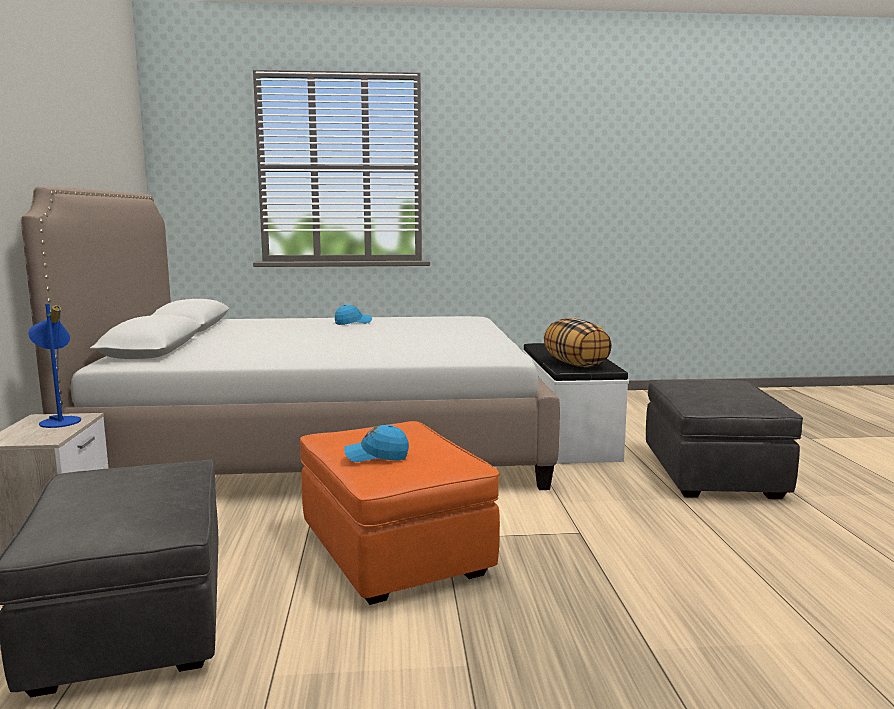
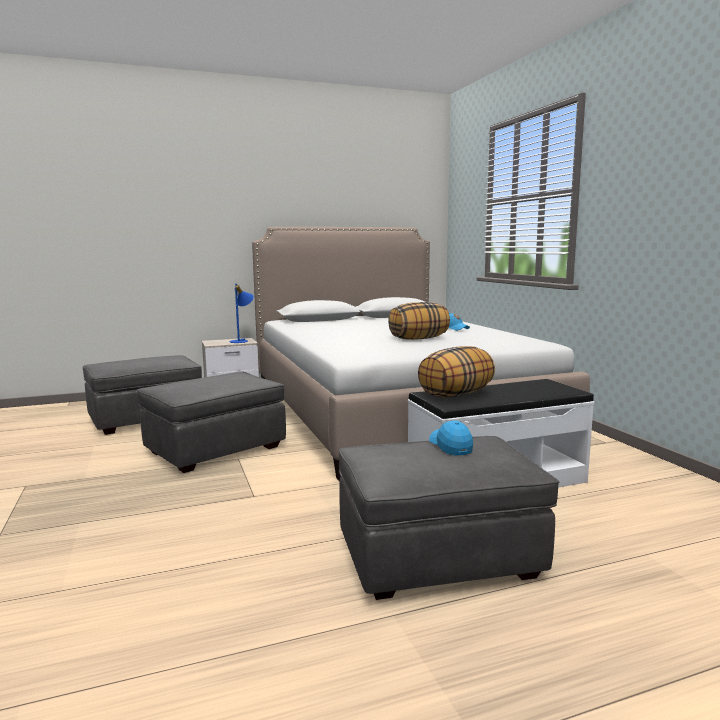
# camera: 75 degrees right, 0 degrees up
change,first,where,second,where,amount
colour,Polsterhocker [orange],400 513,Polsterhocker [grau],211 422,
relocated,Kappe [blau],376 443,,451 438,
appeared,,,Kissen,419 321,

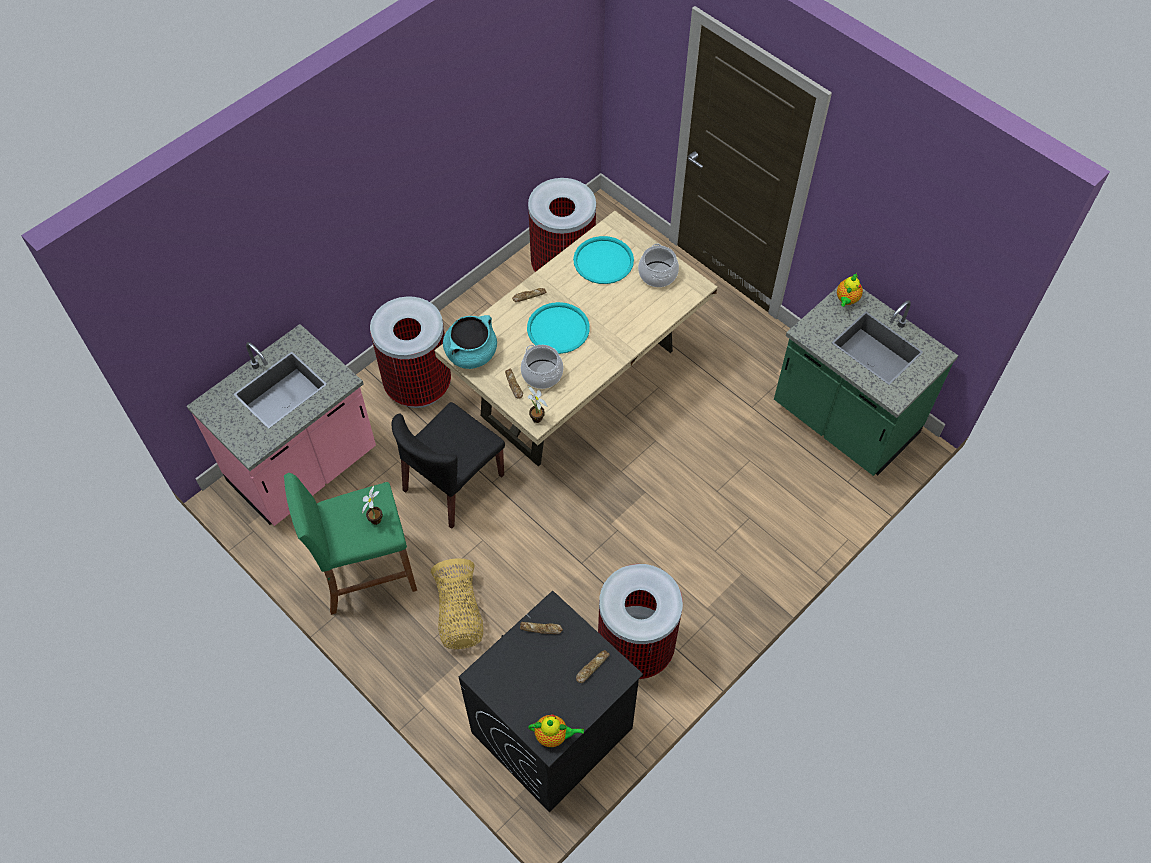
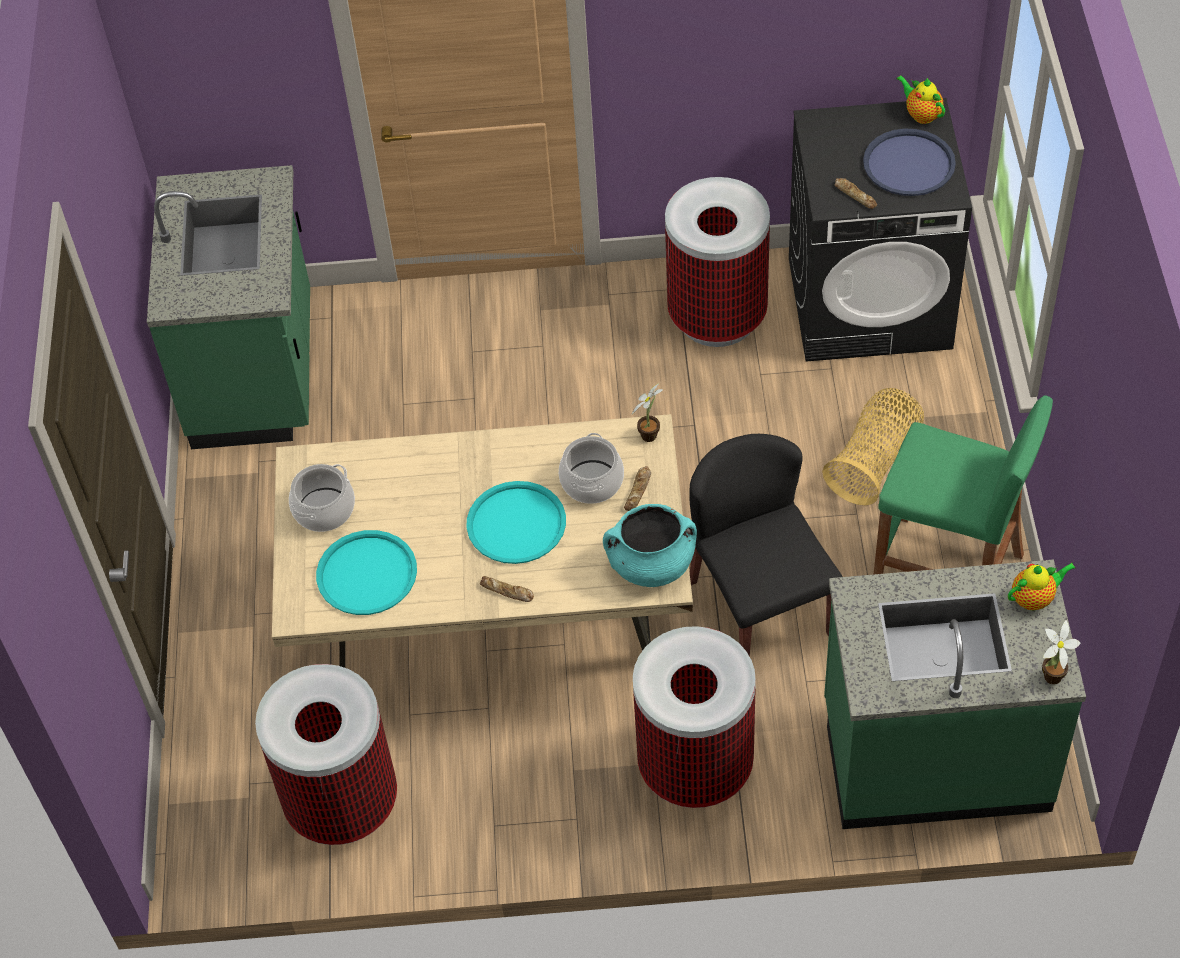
# camera: 135 degrees left, 5 degrees down
change,first,where,second,where,amount
colour,Küchenzeile [rosa],281 425,Küchenzeile [grün],955 694,
relocated,Topfpflanze,372 505,,1061 652,
spun,Stuhl [schwarz],448 465,,766 545,105 degrees counterclockwise
missing,Brot,592 666,,,
relocated,Teekanne,850 290,,1042 586,
appeared,,,Tablett [blau],909 162,

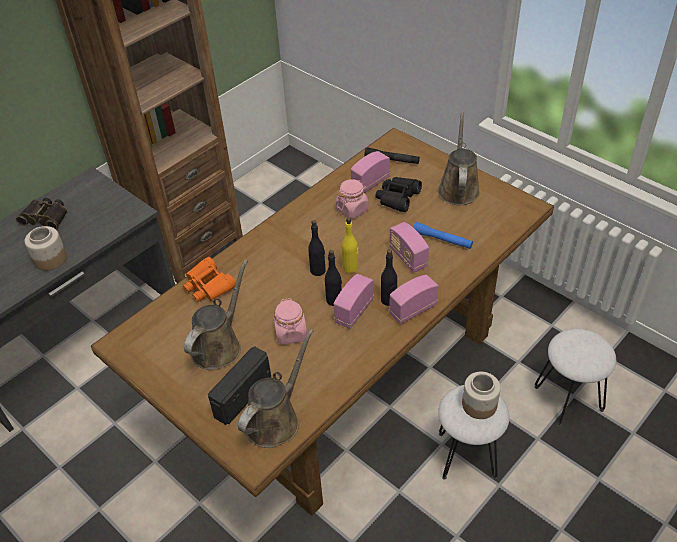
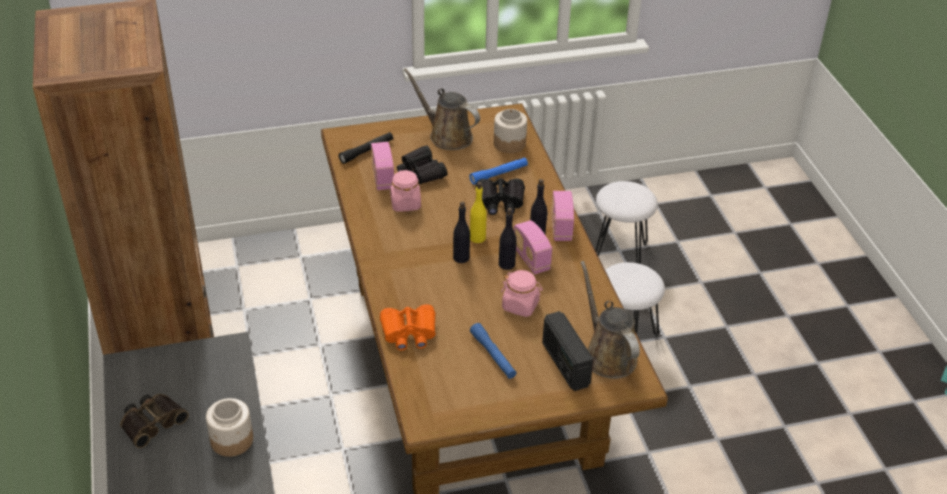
# camera: 60 degrees left, 5 degrees down
change,first,where,second,where,amount
exchanged,Gießkanne [braun],216 315,Taschenlampe [blau],493 351,
exchanged,Radio,409 247,Fernglas [schwarz],500 196,
relocated,Vorratsglas,481 395,,510 131,

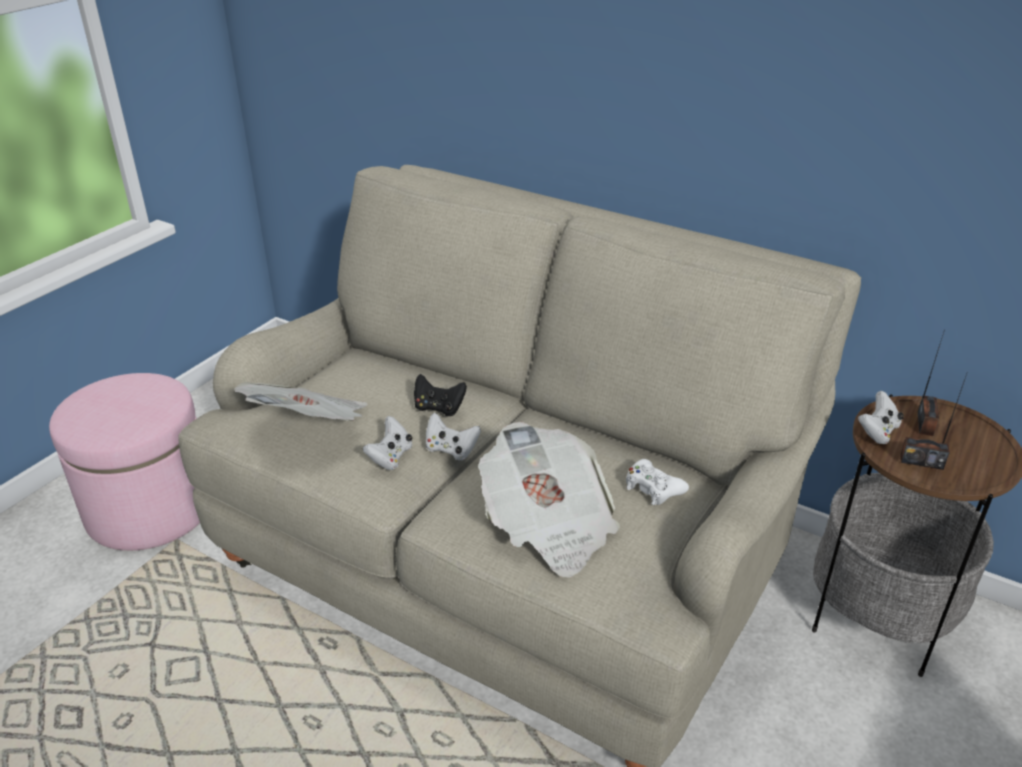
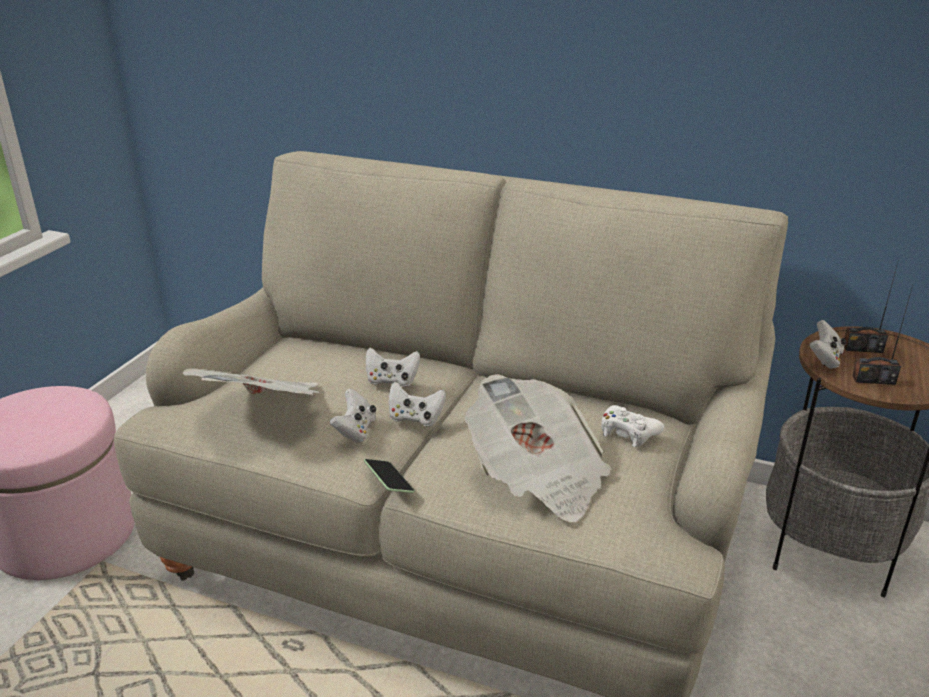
# camera: 10 degrees left, 5 degrees down
change,first,where,second,where,amount
colour,Gamepad [schwarz],440 395,Gamepad [weiß],393 367,
spun,Radio,931 382,,871 306,90 degrees clockwise
appeared,,,Handy,389 476,

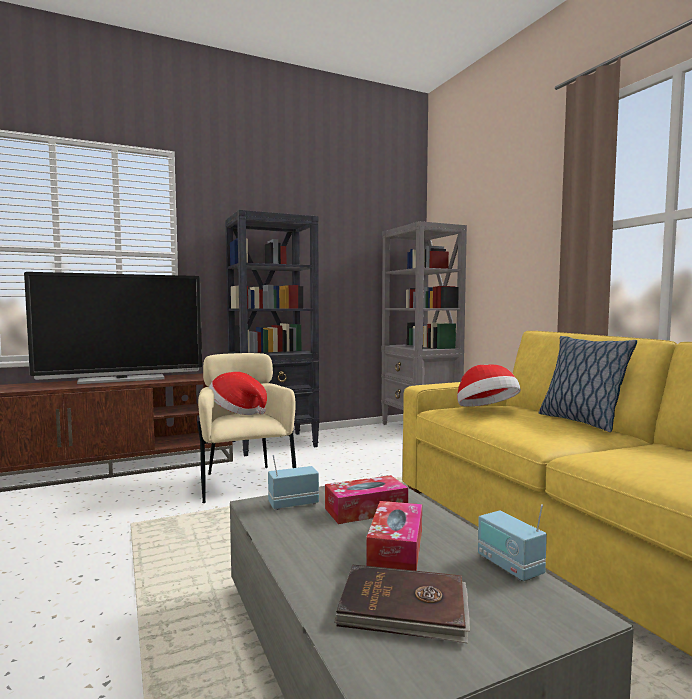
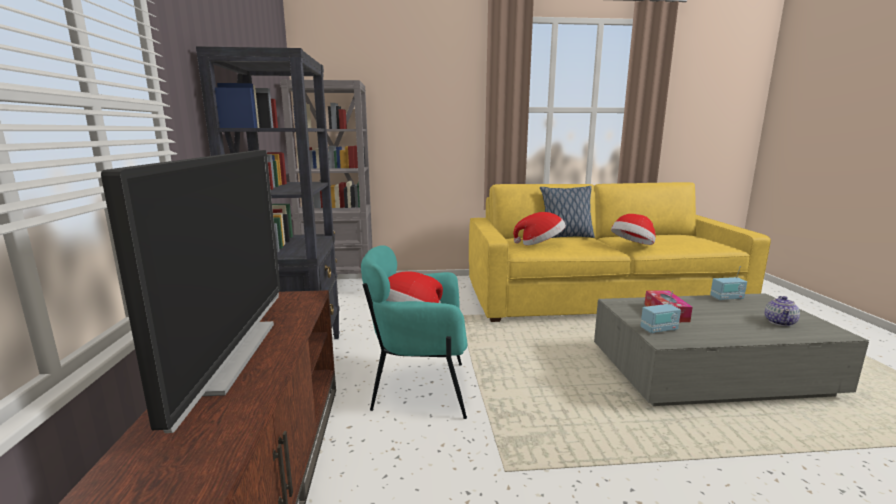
# camera: 70 degrees left, 10 degrees up
change,first,where,second,where,amount
colour,Sessel [beige],246 428,Sessel [türkis],414 332,
spun,Radio,293 482,,660 312,105 degrees counterclockwise
exchanged,Buch [braun],402 604,Teekanne,782 311,
missing,Taschentuchbox,394 536,,,
appeared,,,Hut,633 229,

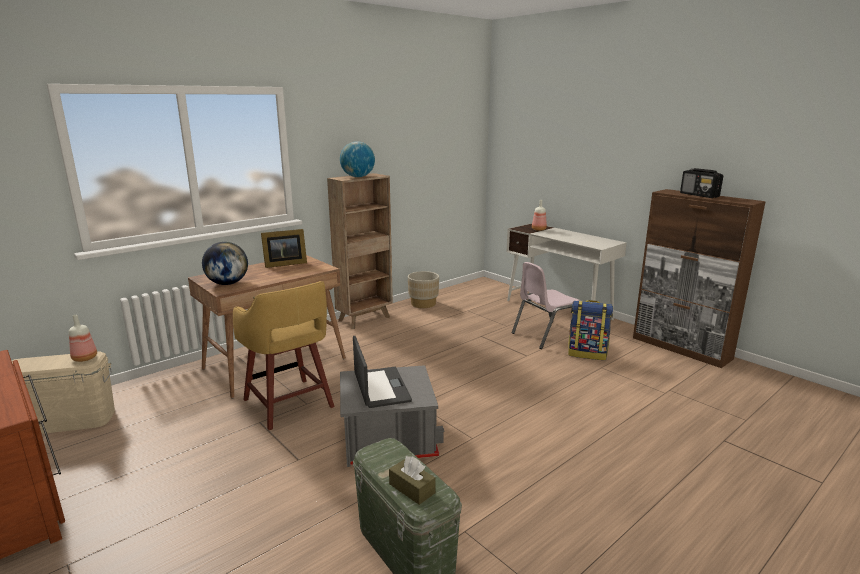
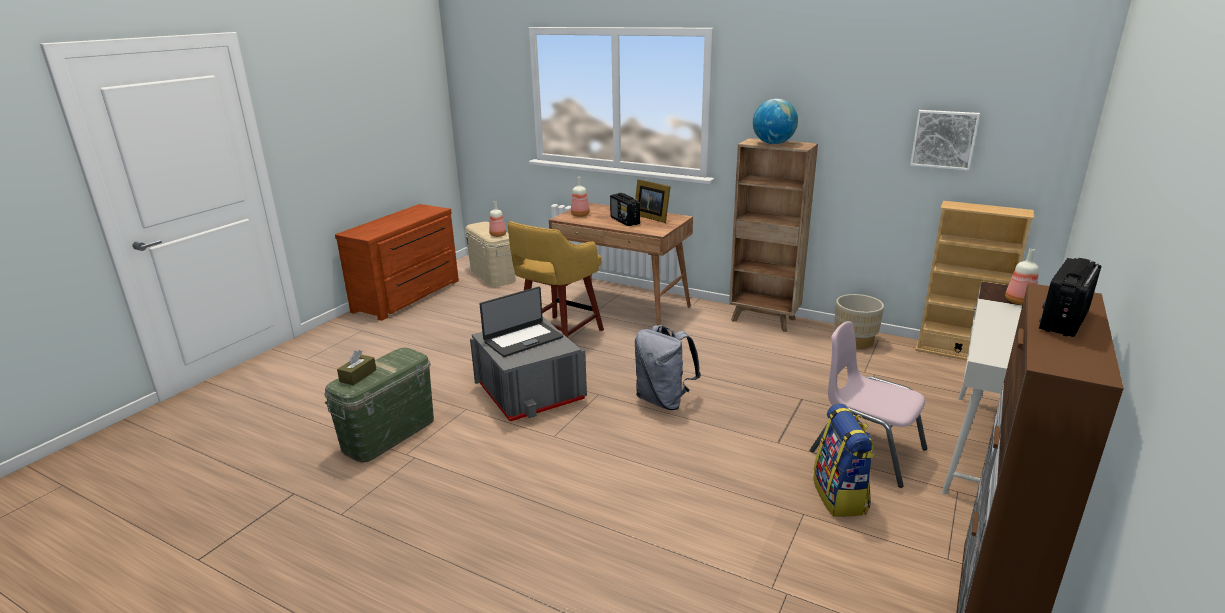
# camera: 70 degrees right, 5 degrees up
change,first,where,second,where,amount
exchanged,Globus,225 263,Flasche,580 197,
appeared,,,Radio,625 209,
appeared,,,Rucksack [grau],668 367,
appeared,,,Bild,945 140,
appeared,,,Bücherregal [beige],974 281,

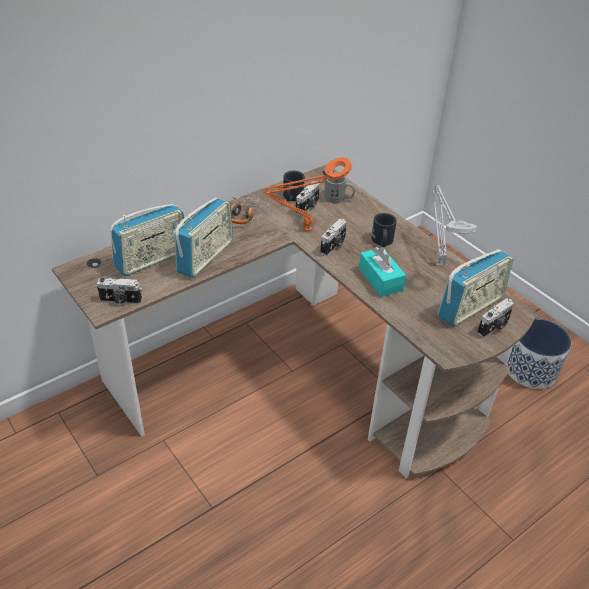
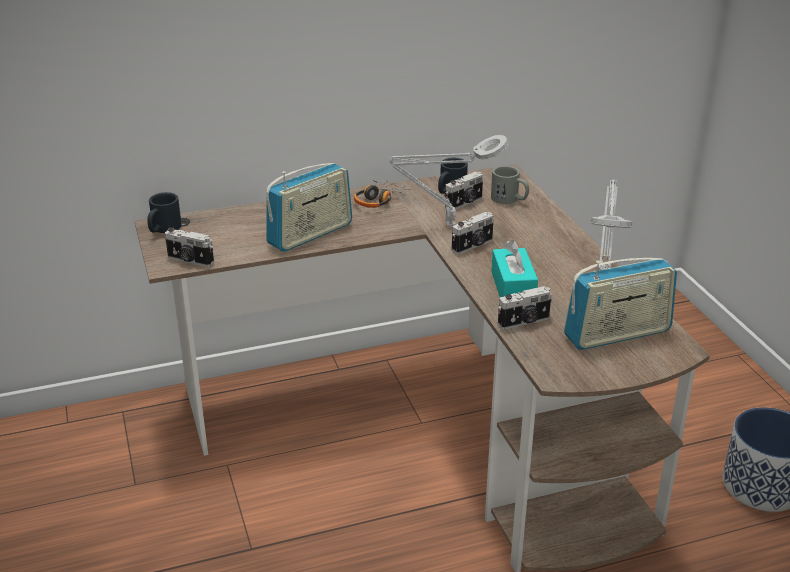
# camera: 20 degrees right, 10 degrees down
change,first,where,second,where,amount
missing,Radio,147 240,,,
colour,Tischlampe [orange],308 194,Tischlampe [grau],448 181,
relocated,Henkelbecher [schwarz],384 230,,164 212,
relocated,Kamera,495 318,,525 307,

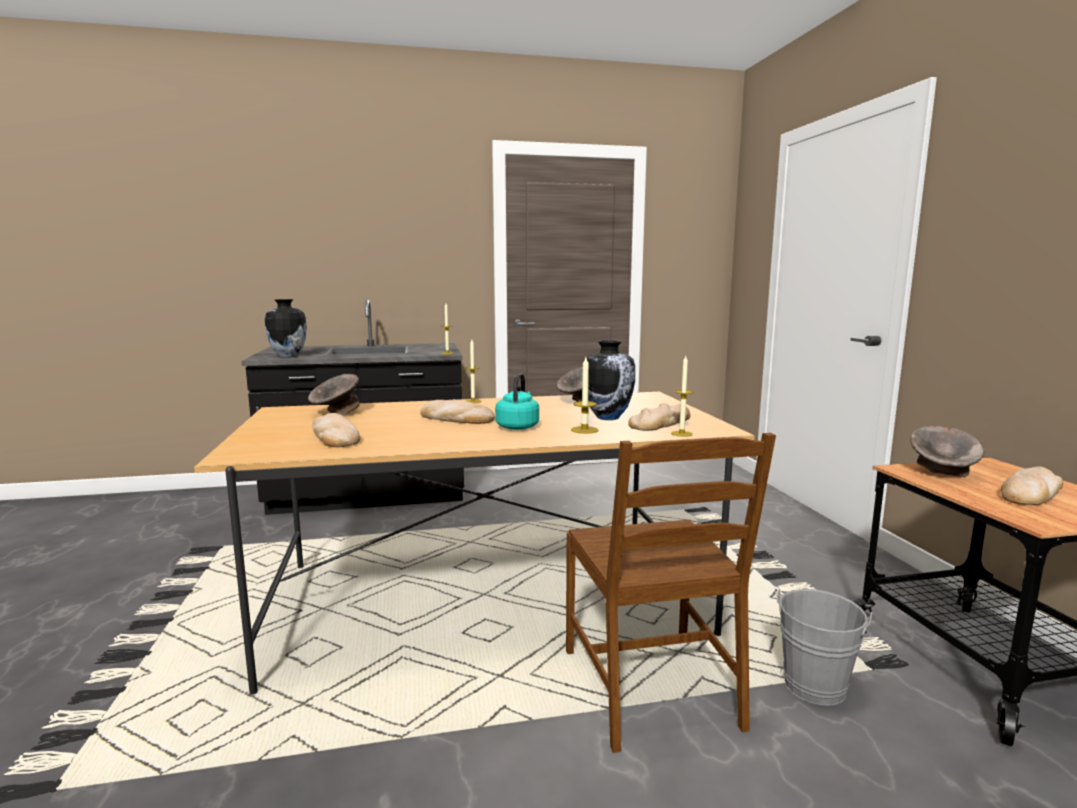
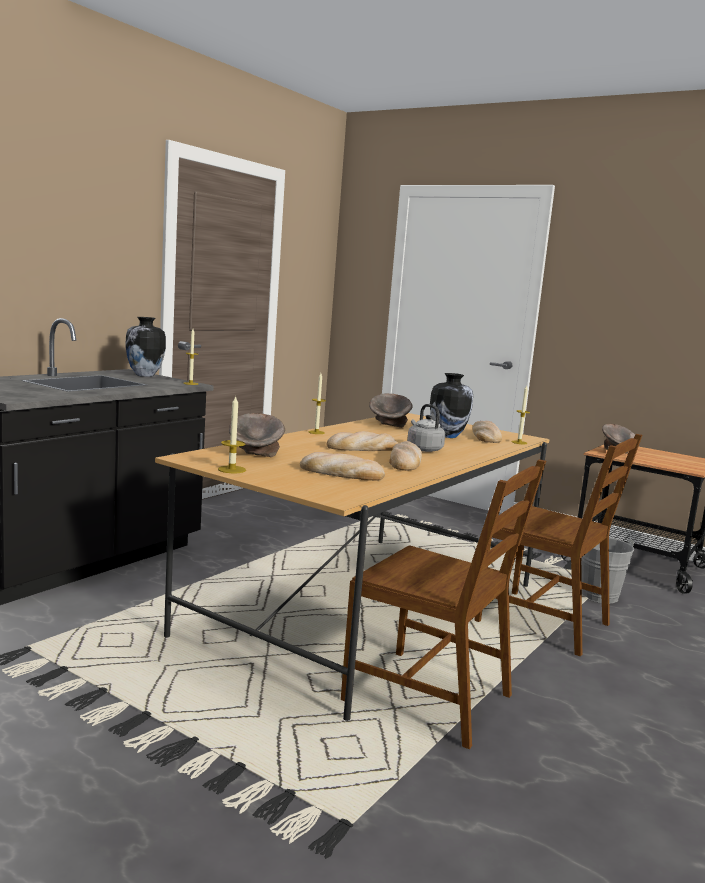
# camera: 45 degrees left, 0 degrees up
change,first,where,second,where,amount
relocated,Vase,286 328,,145 347,
colour,Wasserkessel [türkis],517 401,Wasserkessel [grau],426 428,
relocated,Kerze,584 395,,232 434,
relocated,Brot,1032 486,,405 456,
appeared,,,Stuhl [braun],443 604,

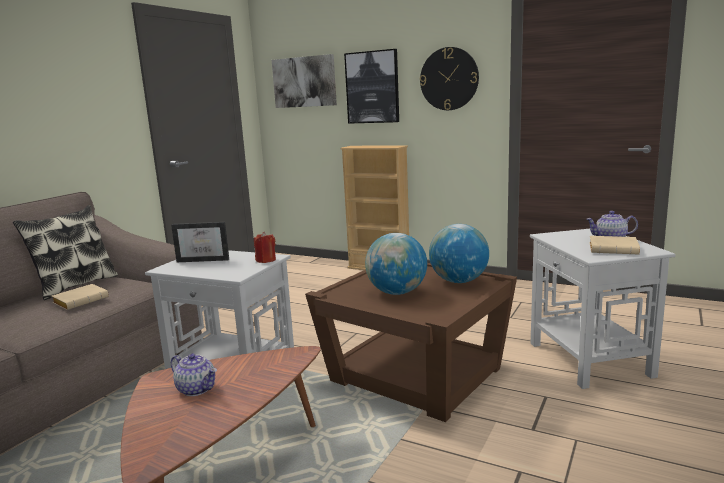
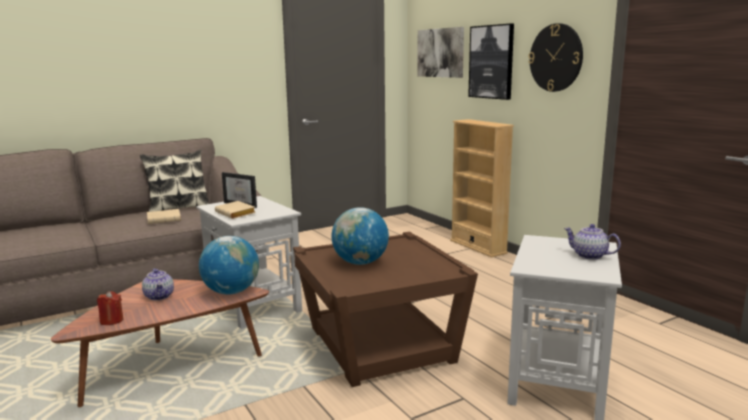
# camera: 30 degrees right, 0 degrees up
change,first,where,second,where,amount
relocated,Kerze [rot],265 247,,110 308,
relocated,Globus,459 253,,229 265,
relocated,Buch [beige],614 245,,235 210,

